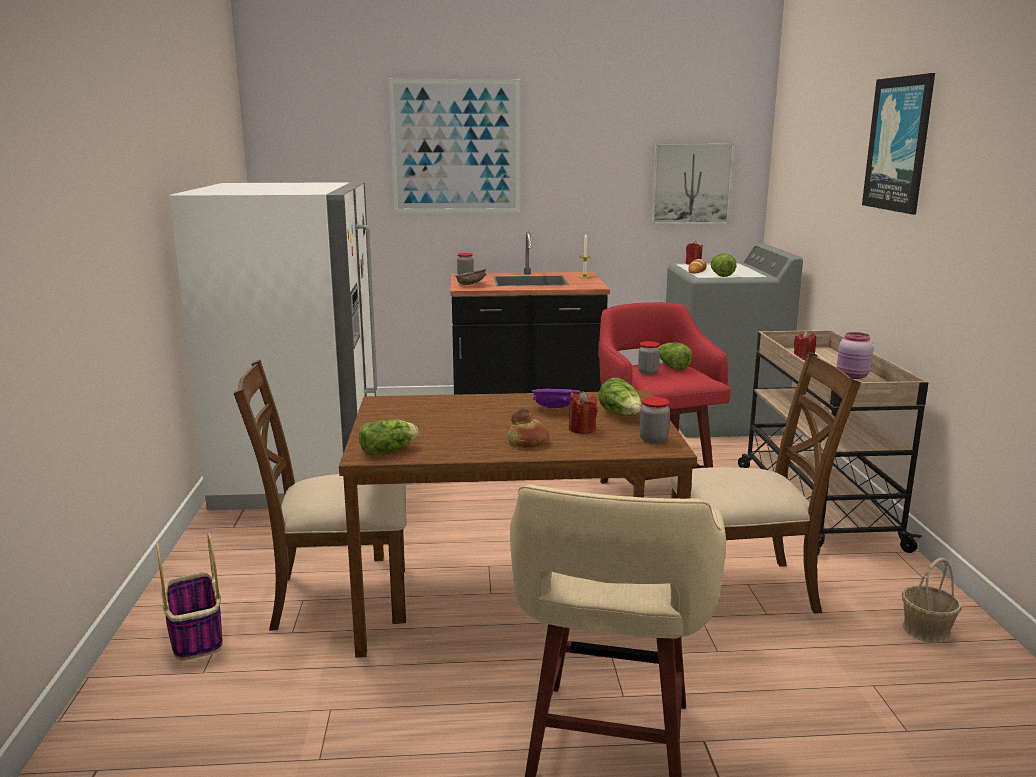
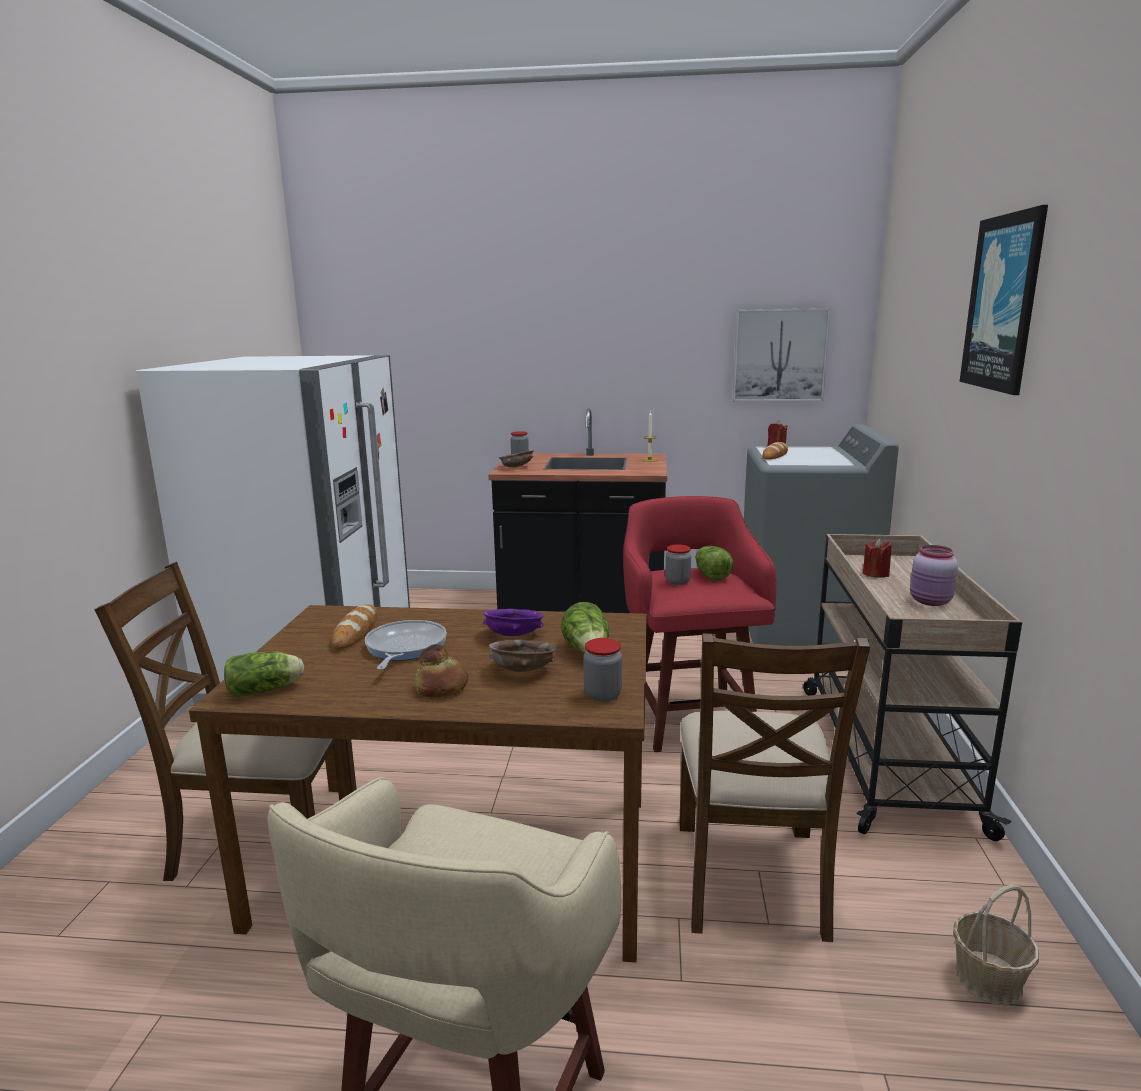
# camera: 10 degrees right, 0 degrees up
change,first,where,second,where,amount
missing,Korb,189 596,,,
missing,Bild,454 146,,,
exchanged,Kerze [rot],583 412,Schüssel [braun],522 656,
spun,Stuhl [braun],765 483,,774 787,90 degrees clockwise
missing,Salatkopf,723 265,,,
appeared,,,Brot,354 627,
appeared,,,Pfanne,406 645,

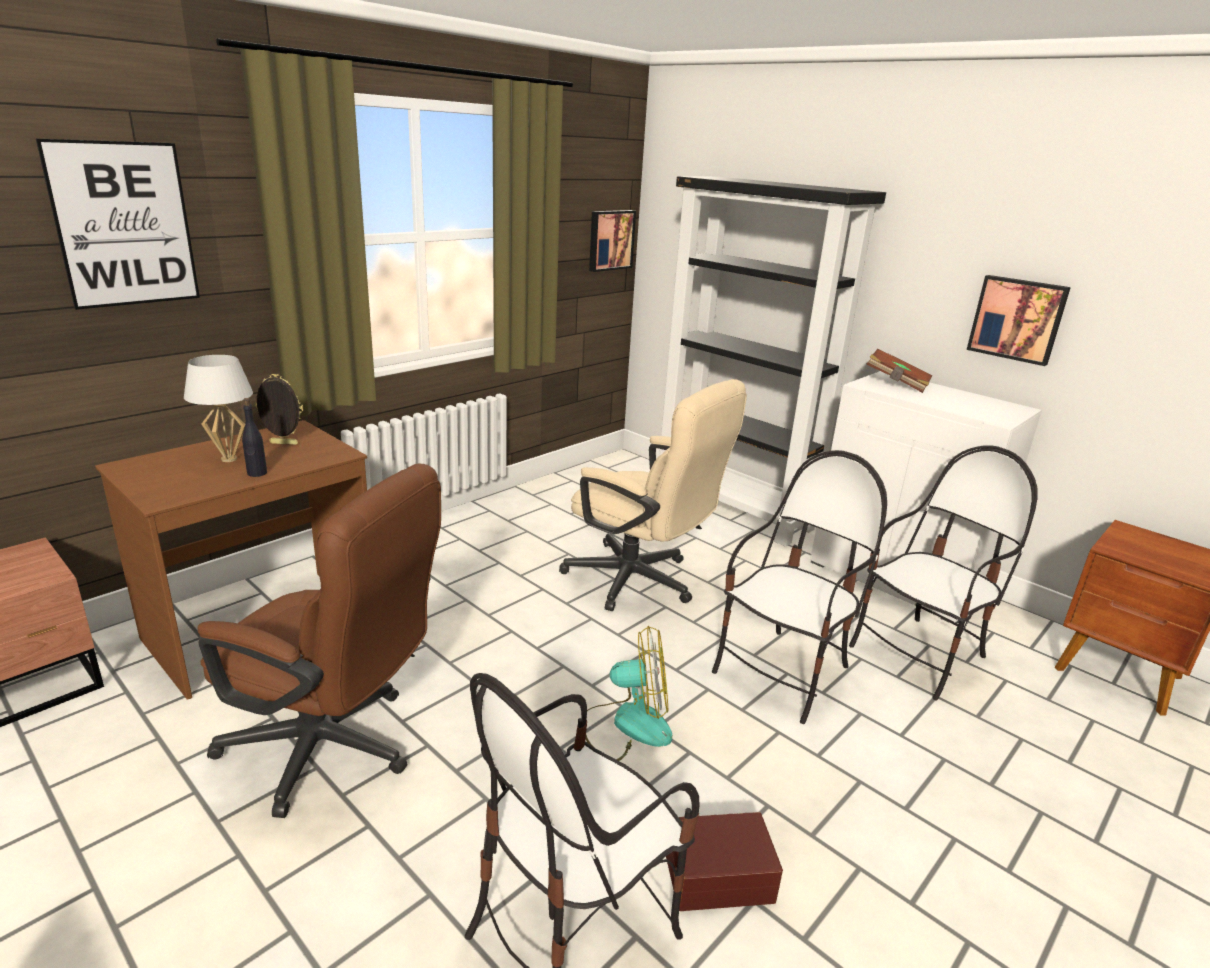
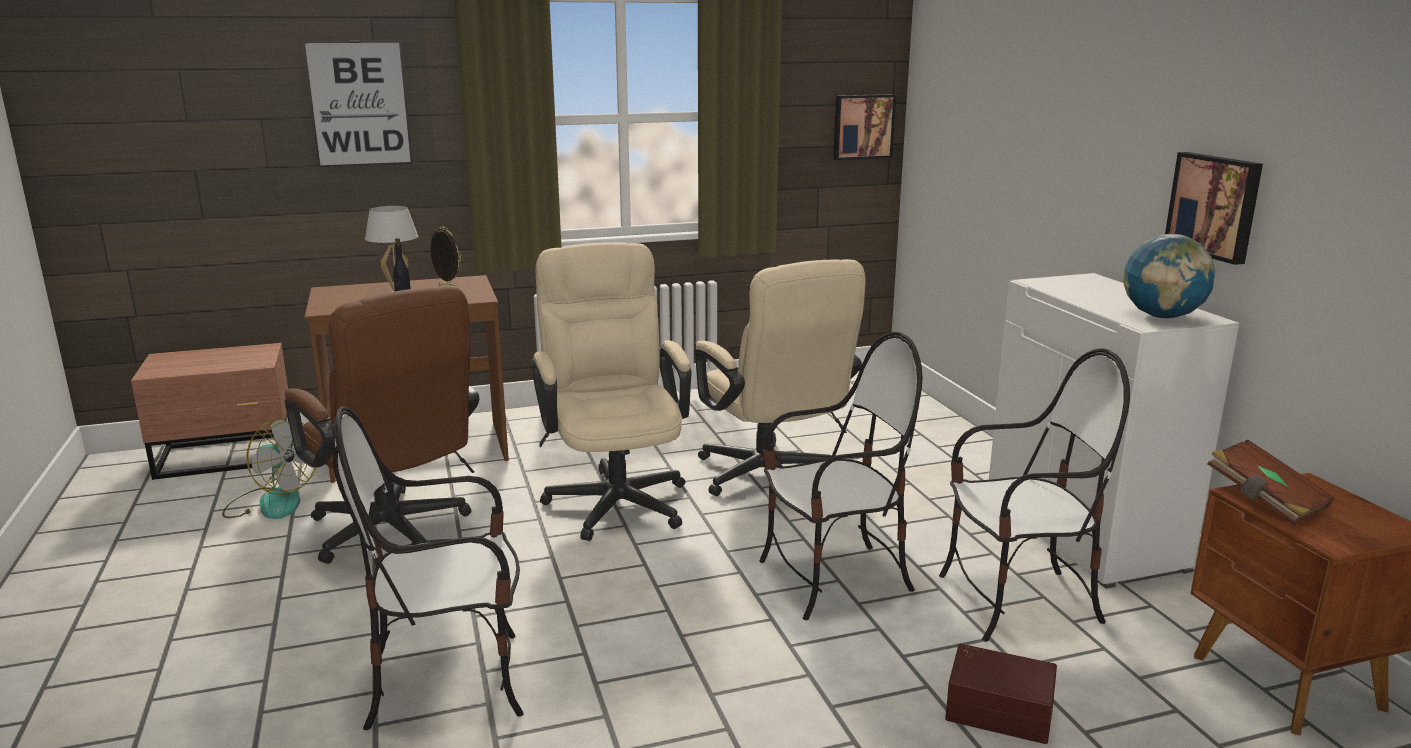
# camera: 30 degrees right, 5 degrees down
change,first,where,second,where,amount
relocated,Ventilator,628 693,,269 468,
missing,Bücherregal [schwarz],772 361,,,
relocated,Aufbewahrungsbox [braun],724 861,,1001 694,
relocated,Buch [braun],899 371,,1271 483,
appeared,,,Bürostuhl [beige],611 391,
appeared,,,Globus,1169 276,

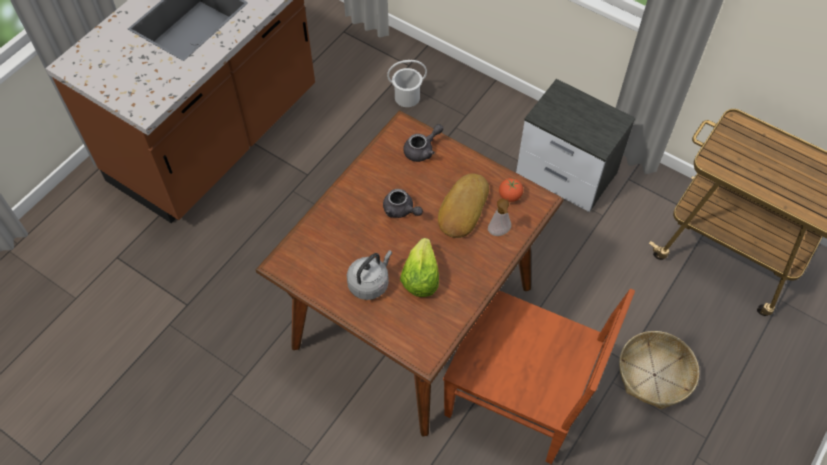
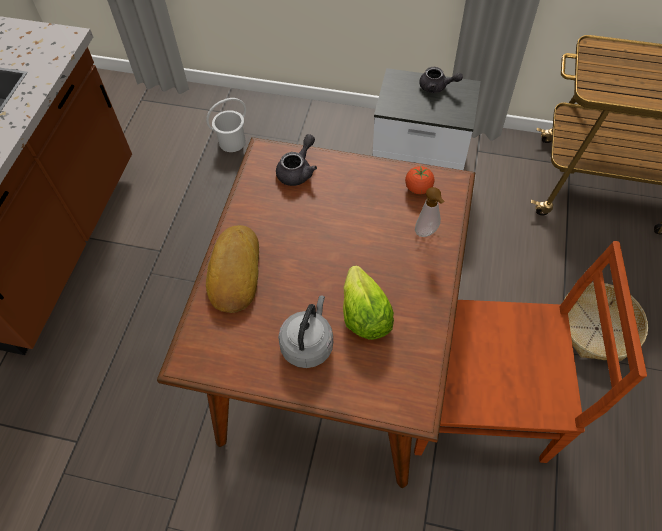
# camera: 20 degrees left, 0 degrees up
change,first,where,second,where,amount
relocated,Teekanne [grau],403 203,,441 80,
relocated,Brot,463 205,,232 269,

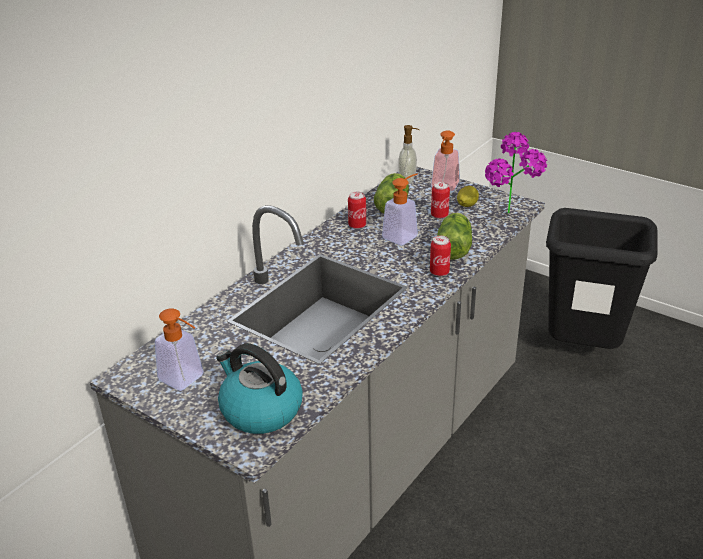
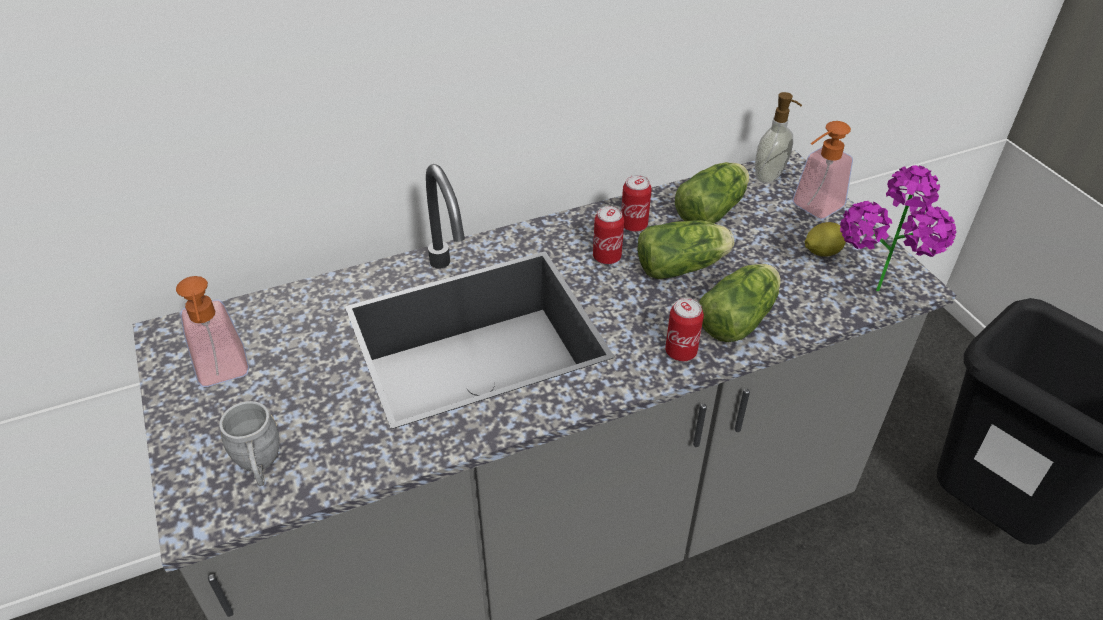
# camera: 30 degrees right, 10 degrees up
change,first,where,second,where,amount
exchanged,Wasserkessel,259 388,Henkelbecher [grau],249 443,
exchanged,Seifenspender,400 209,Salatkopf,685 249,
relocated,Dose,440 200,,608 235,

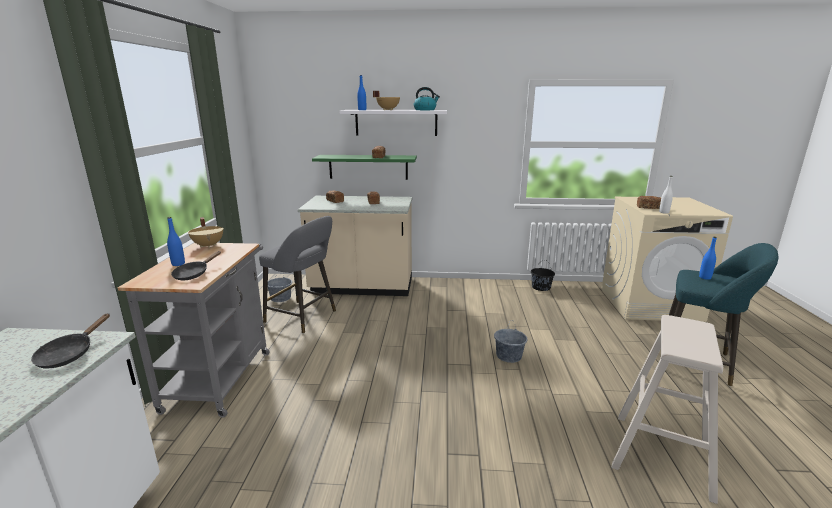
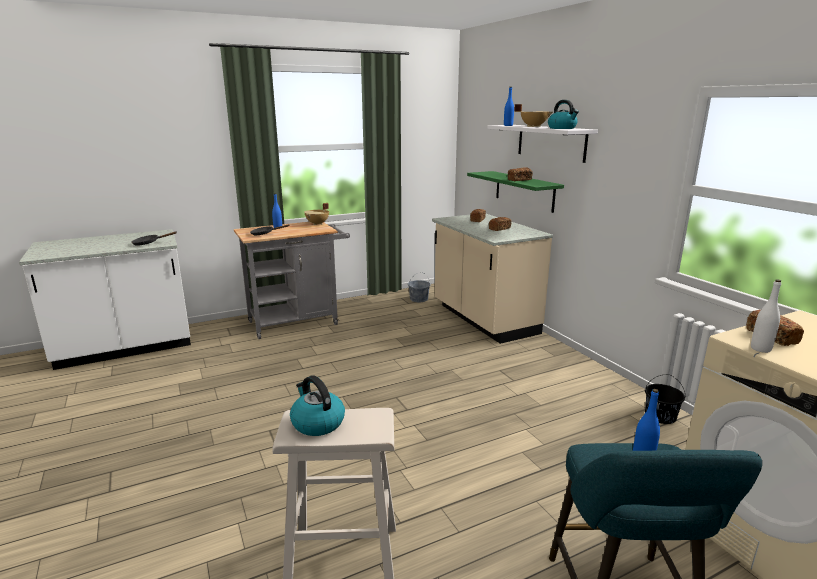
# camera: 60 degrees right, 0 degrees up
change,first,where,second,where,amount
missing,Hocker [grau],297 275,,,
missing,Eimer [grau],510 341,,,
appeared,,,Wasserkessel,317 405,

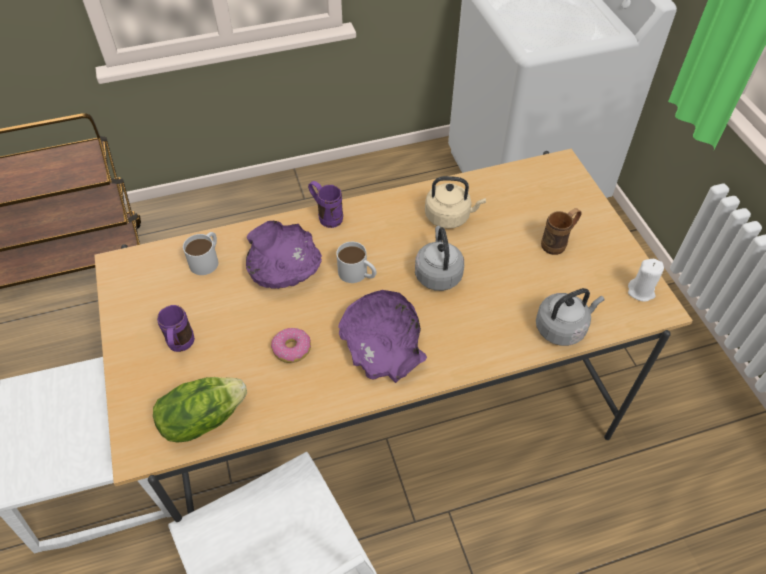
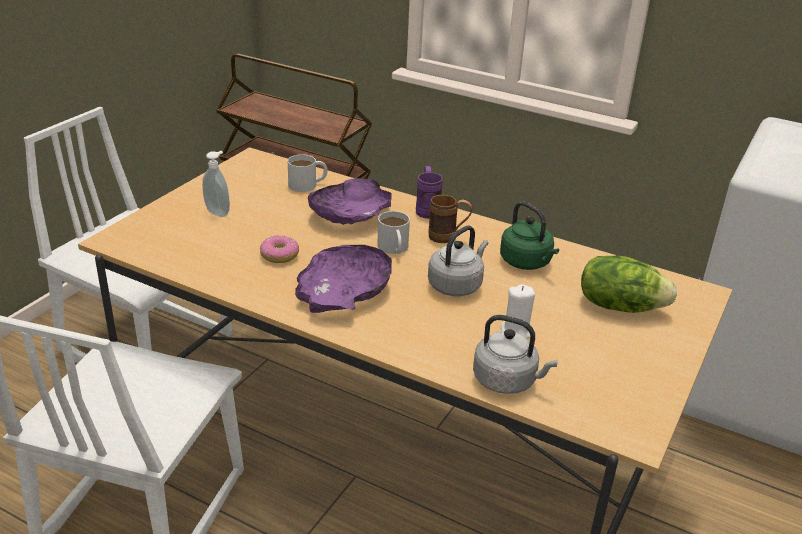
# camera: 45 degrees right, 20 degrees down
change,first,where,second,where,amount
relocated,Salatkopf,200 410,,629 284,
exchanged,Henkelbecher [lila],176 328,Seifenspender,216 184,
colour,Wasserkessel [beige],455 202,Wasserkessel [grün],529 235,
relocated,Henkelbecher [braun],561 231,,450 219,
relocated,Kerze [weiß],646 280,,518 311,

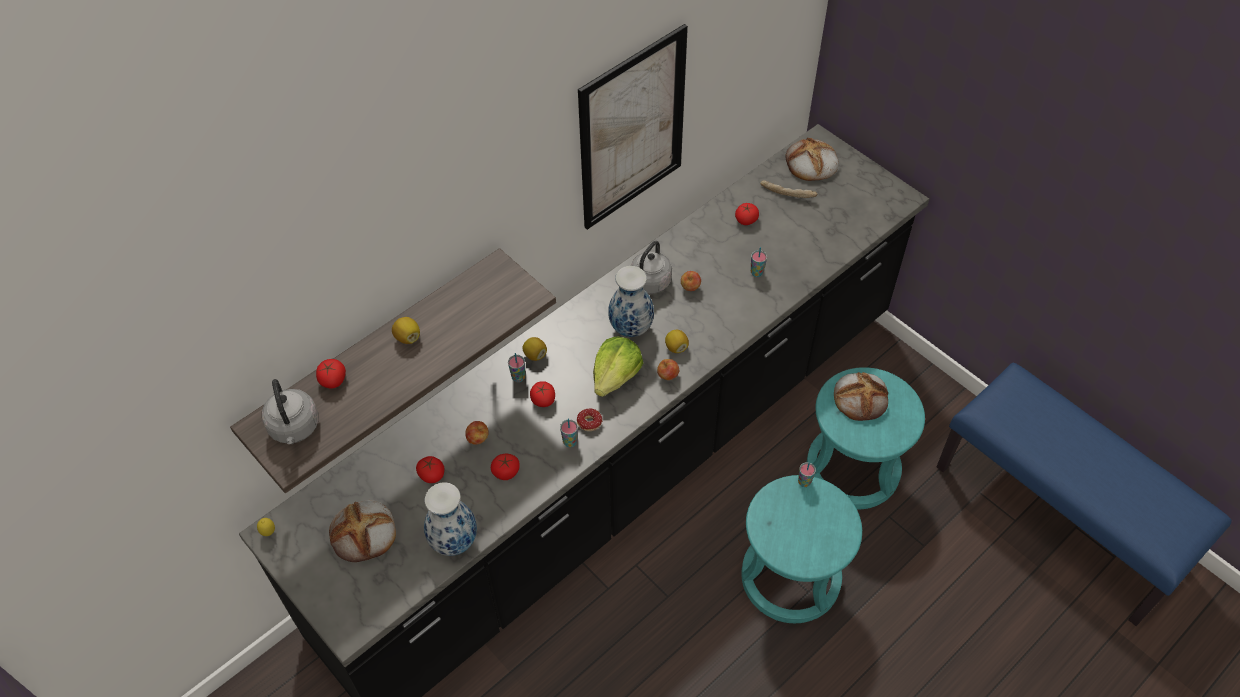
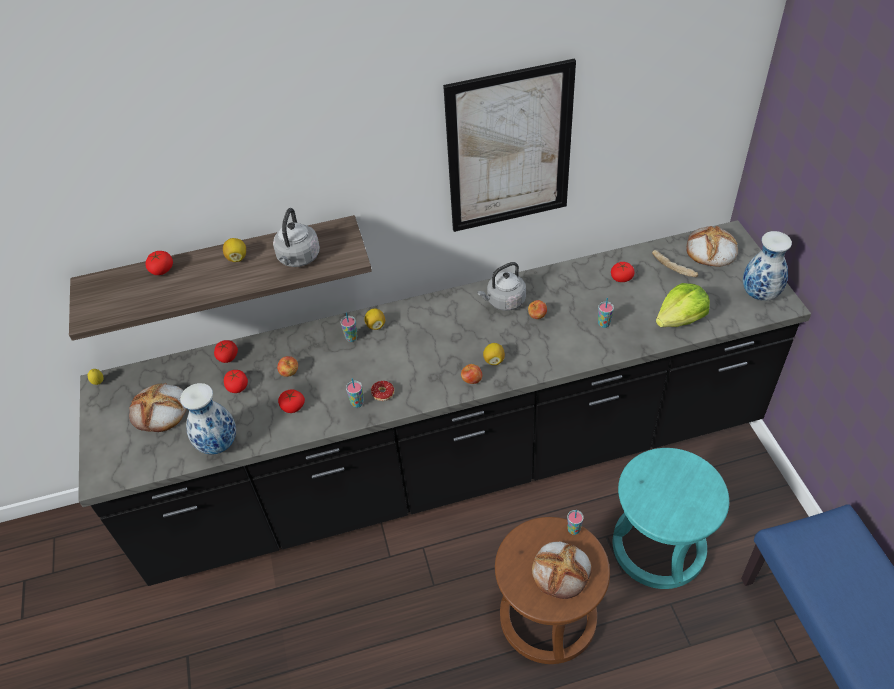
# camera: 30 degrees right, 5 degrees down
change,first,where,second,where,amount
relocated,Wasserkessel [grau],290 411,,296 237,
relocated,Tomate,542 394,,226 351,
relocated,Salatkopf,618 367,,683 305,
relocated,Vase,631 301,,767 266,
colour,Hocker [türkis],801 549,Hocker [braun],552 590,
relocated,Brot,861 396,,562 570,

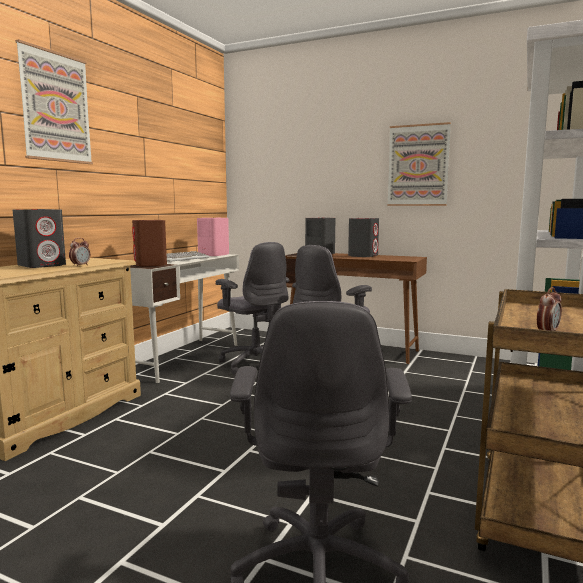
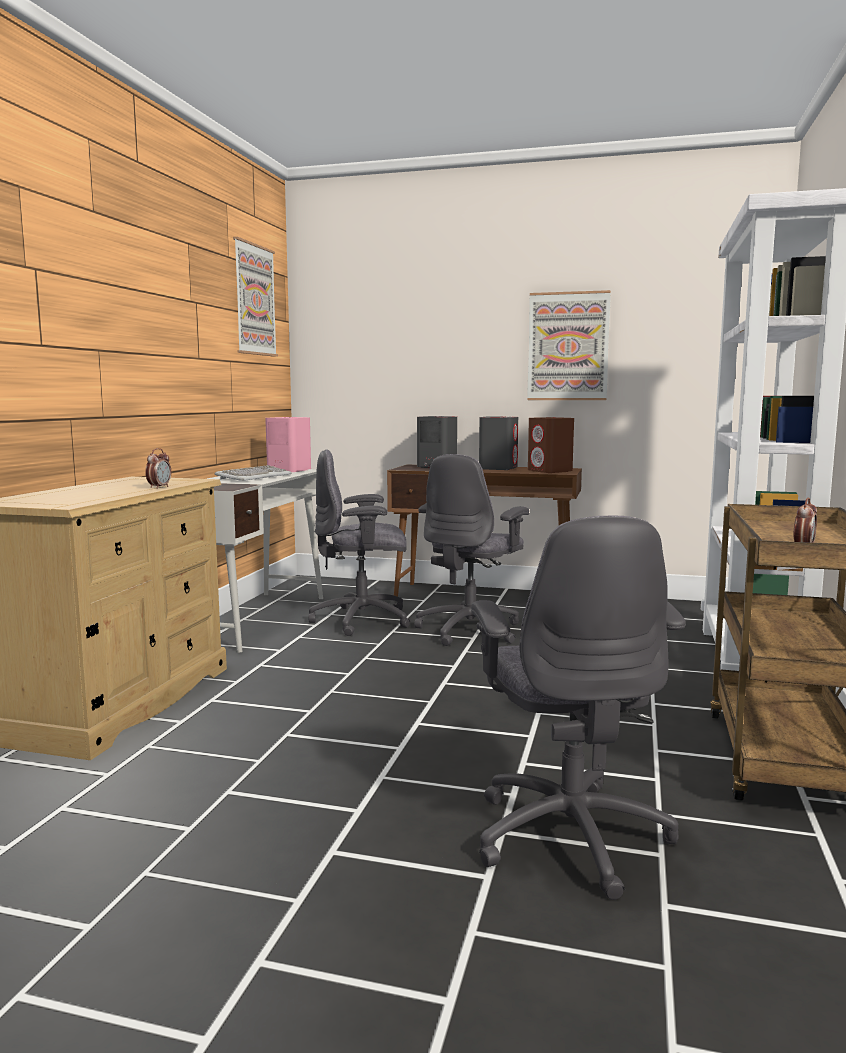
# camera: 10 degrees left, 0 degrees up
change,first,where,second,where,amount
missing,Lautsprecher [grau],39 238,,,
relocated,Bild,54 101,,255 297,
relocated,Lautsprecher [braun],149 243,,551 445,
spun,Bürostuhl [grau],252 308,,359 542,135 degrees clockwise

